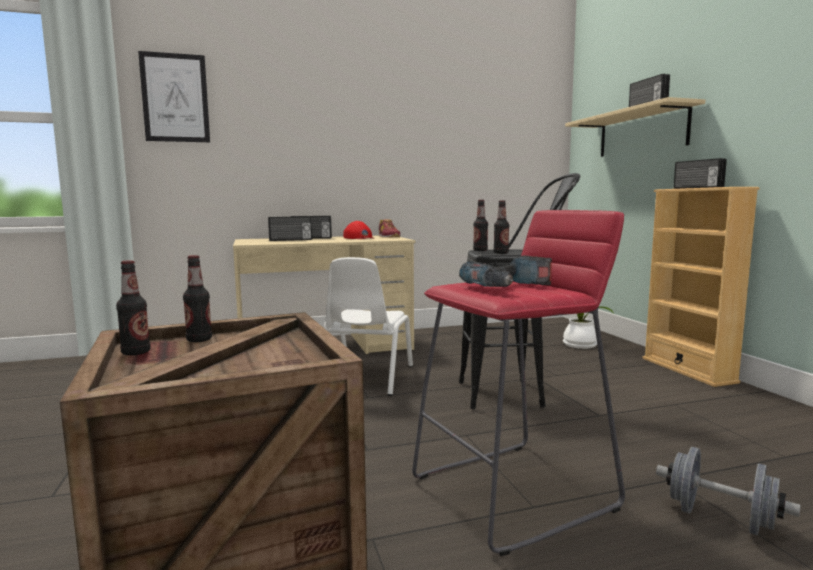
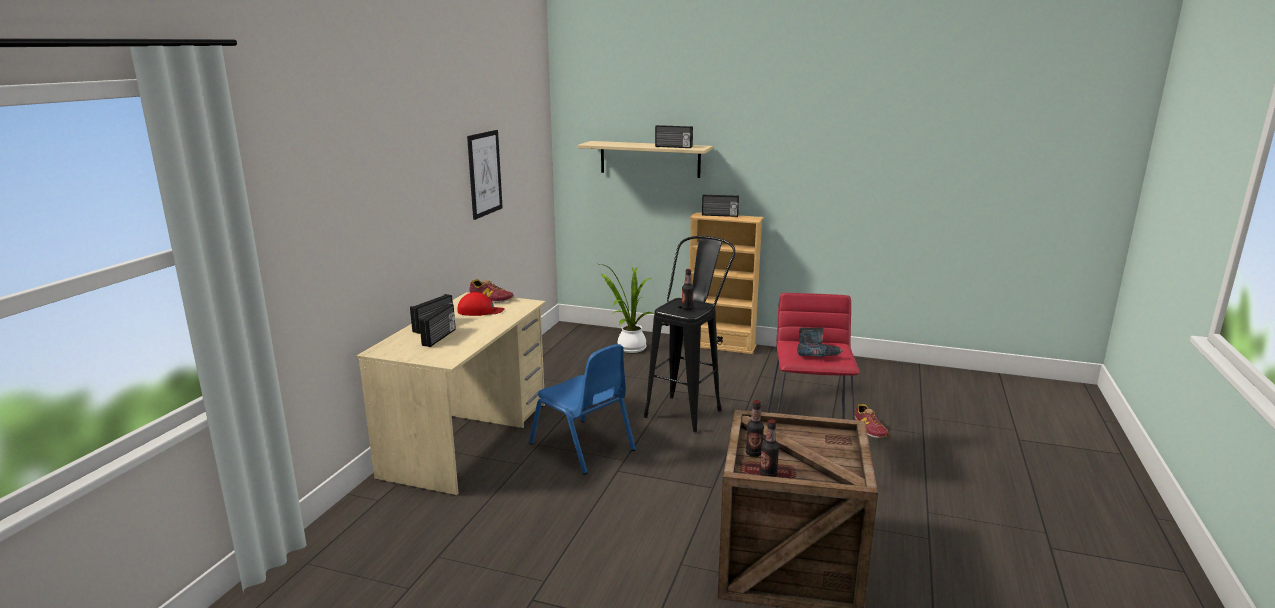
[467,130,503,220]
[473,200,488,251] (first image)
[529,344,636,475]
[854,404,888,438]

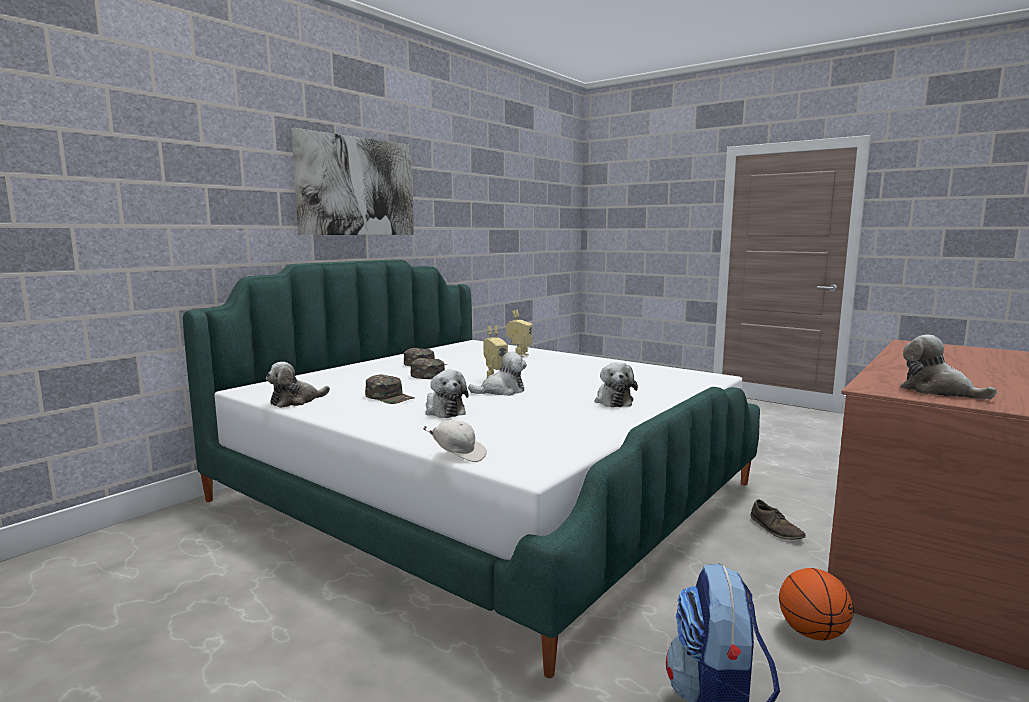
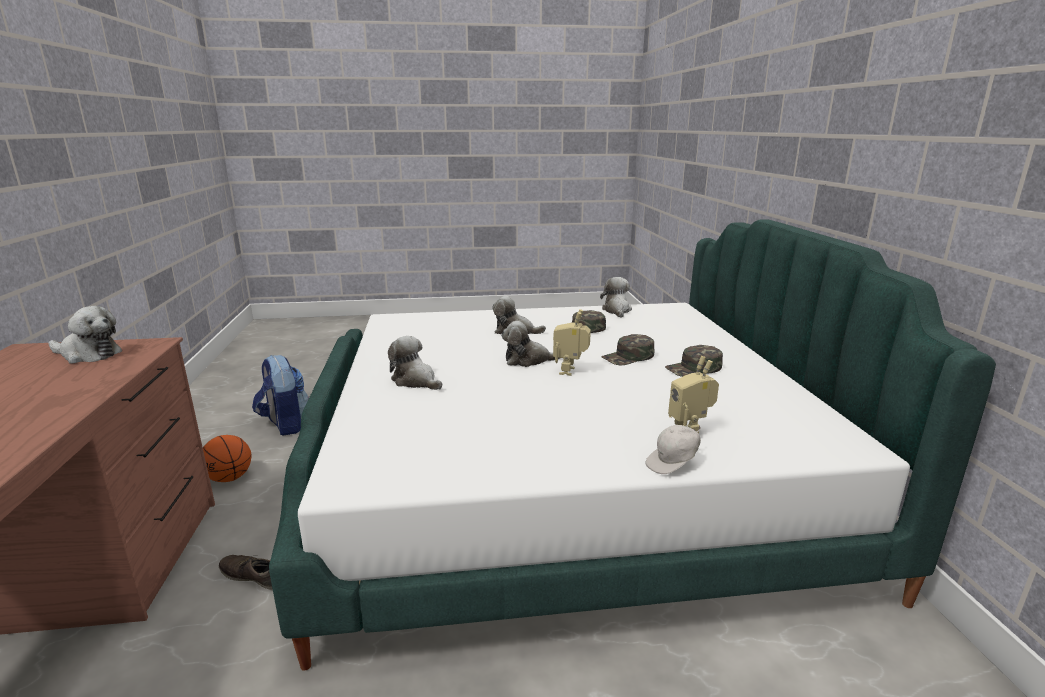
[291,128,414,235] (first image)
[501,321,559,367]
[645,425,701,474]

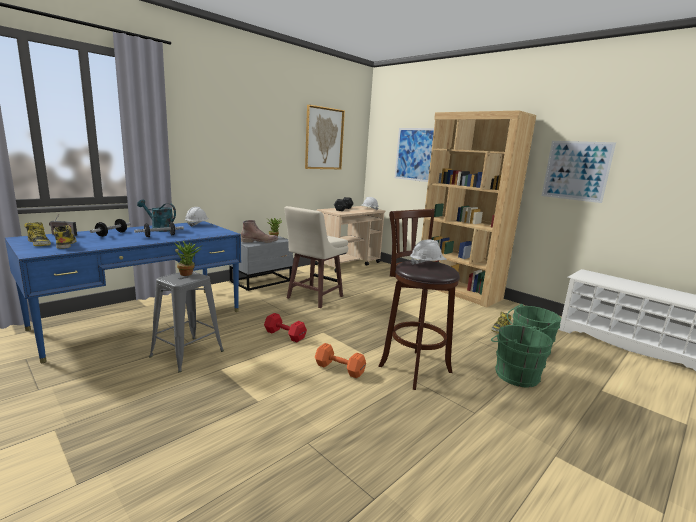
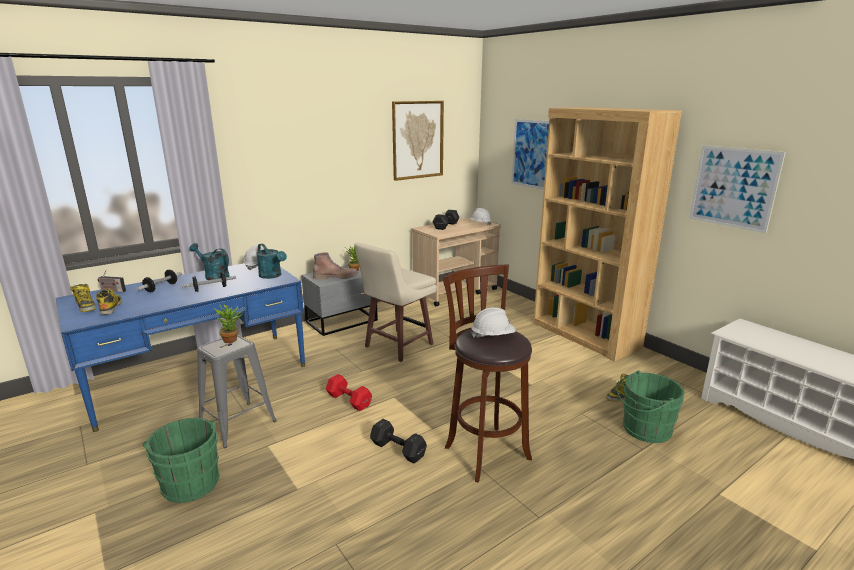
[143,418,220,503]
[370,419,427,463]
[256,244,287,279]

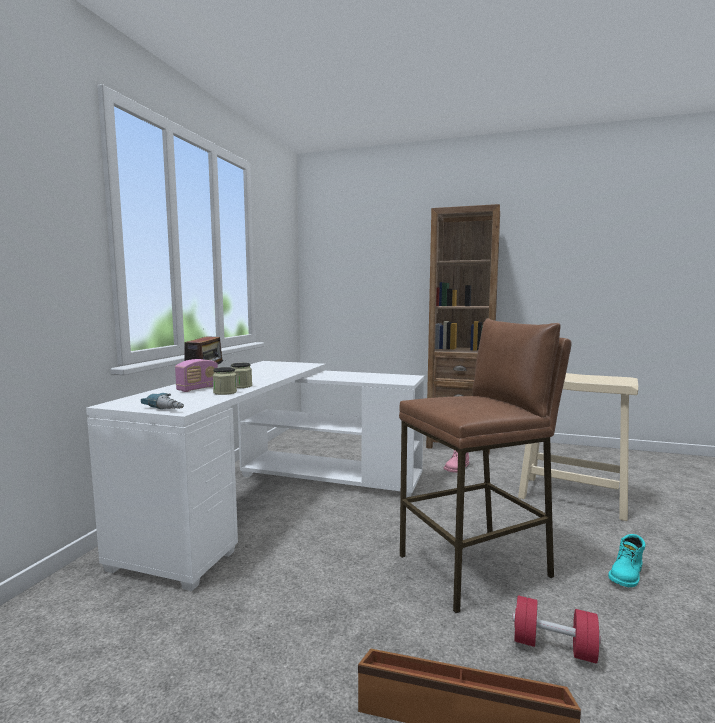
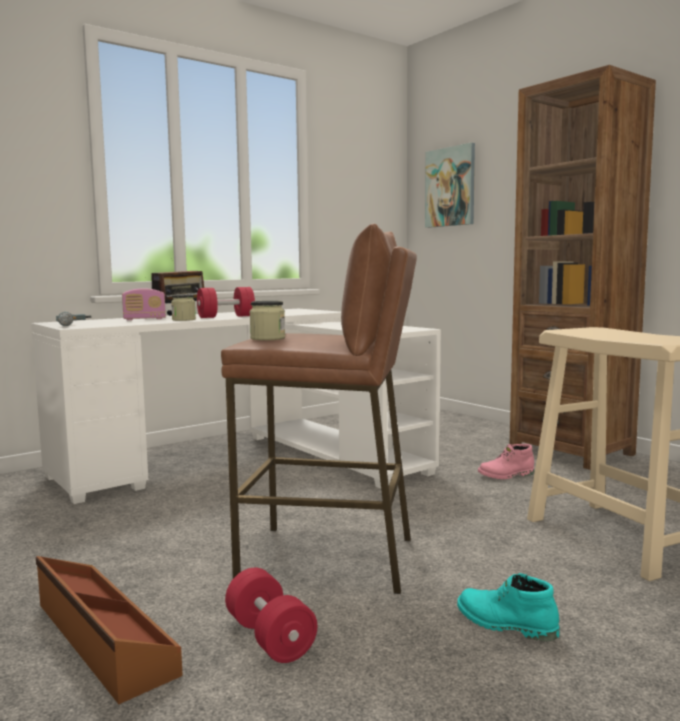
[249,301,285,340]
[457,573,559,641]
[425,143,475,228]
[197,287,255,318]

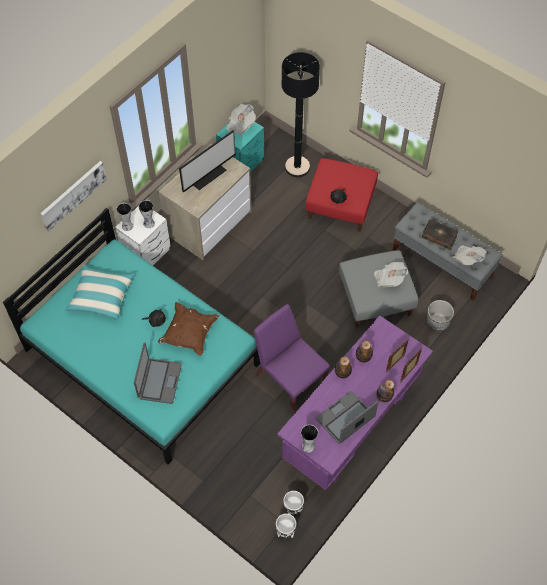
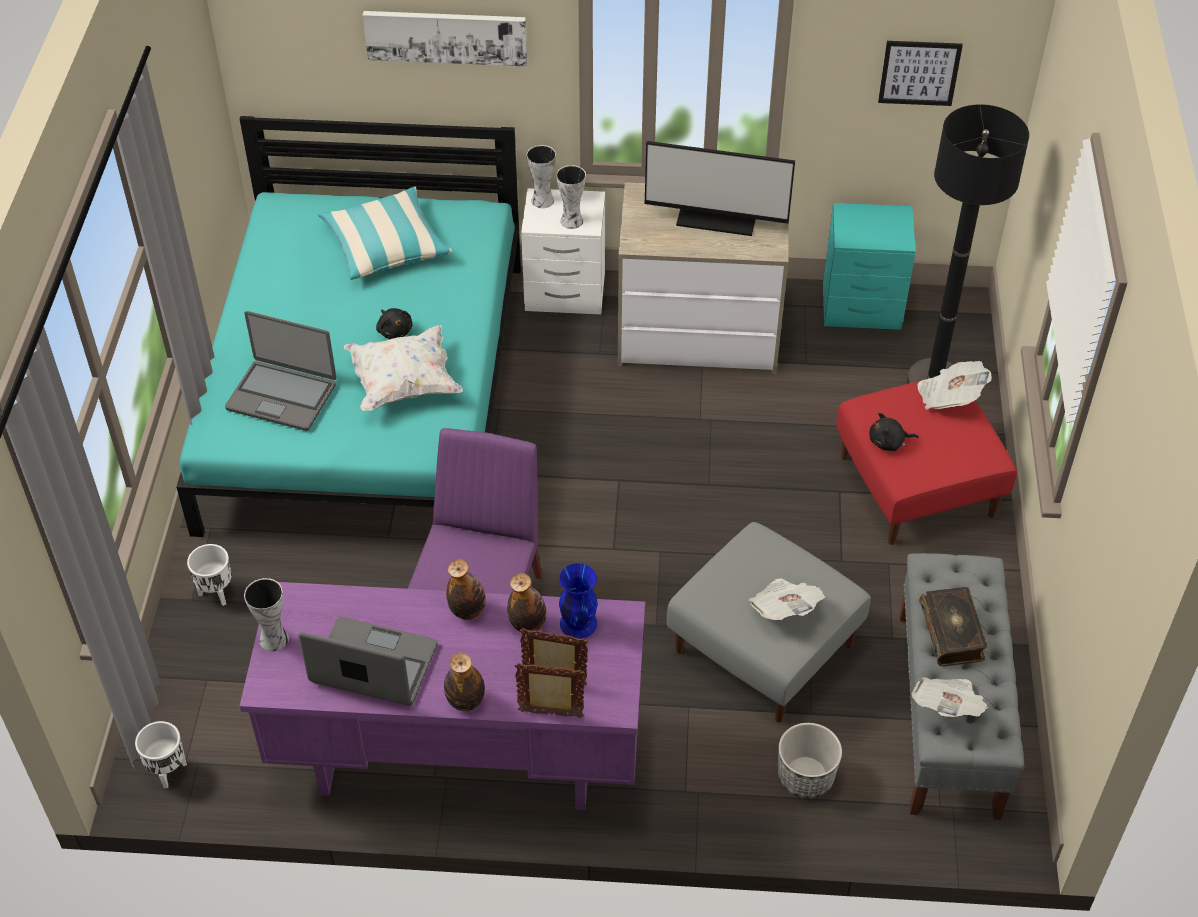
[917,361,992,409]
[344,325,463,411]
[225,311,336,431]
[187,544,232,606]
[878,41,963,106]
[559,563,598,639]

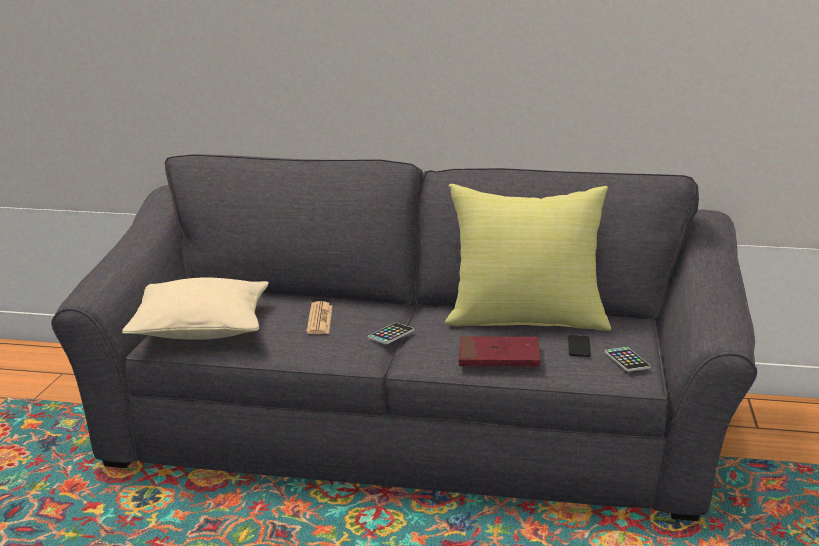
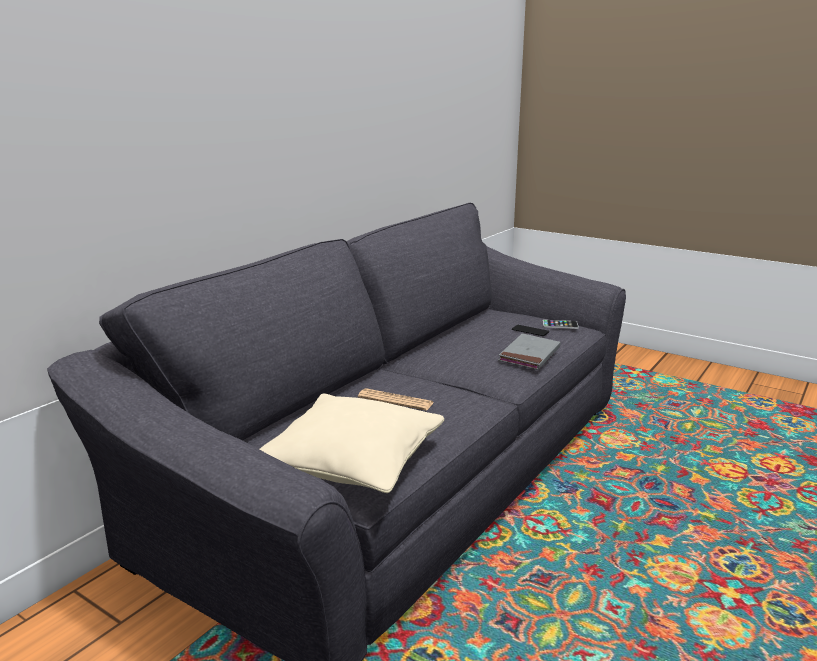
[445,184,611,331] (first image)
[368,323,414,344] (first image)
[498,333,560,370]

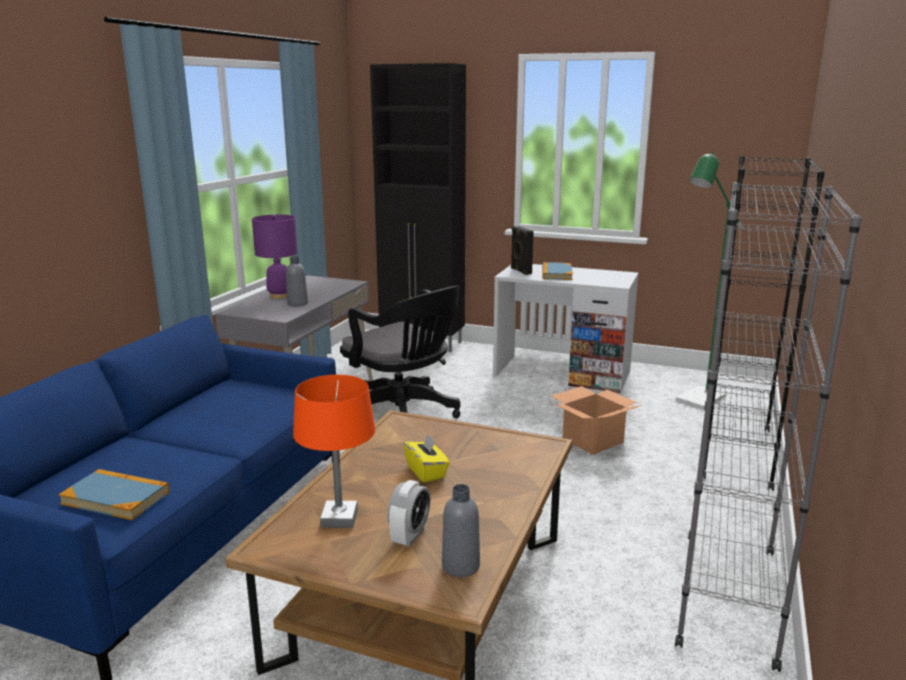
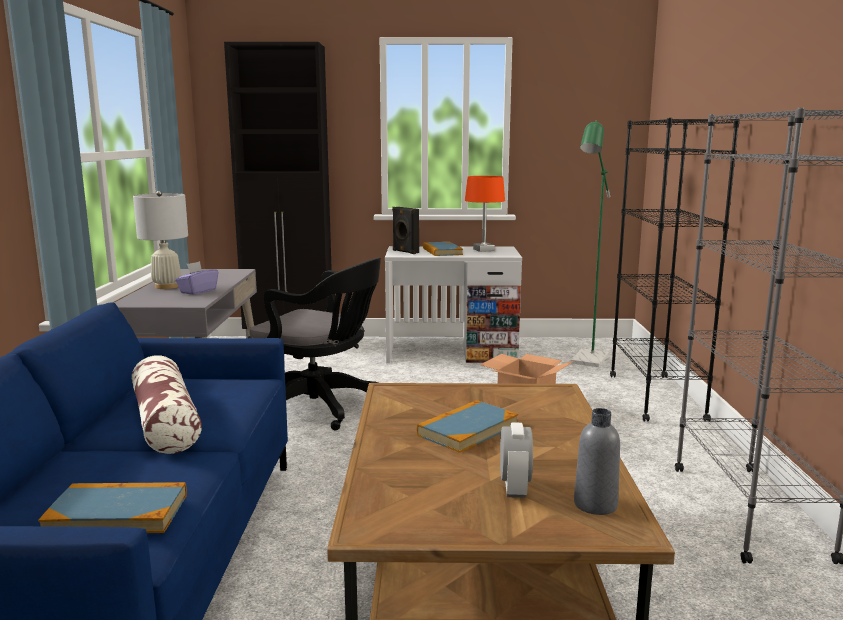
[133,191,188,289]
[175,261,219,295]
[465,176,505,252]
[417,400,518,453]
[132,355,202,454]

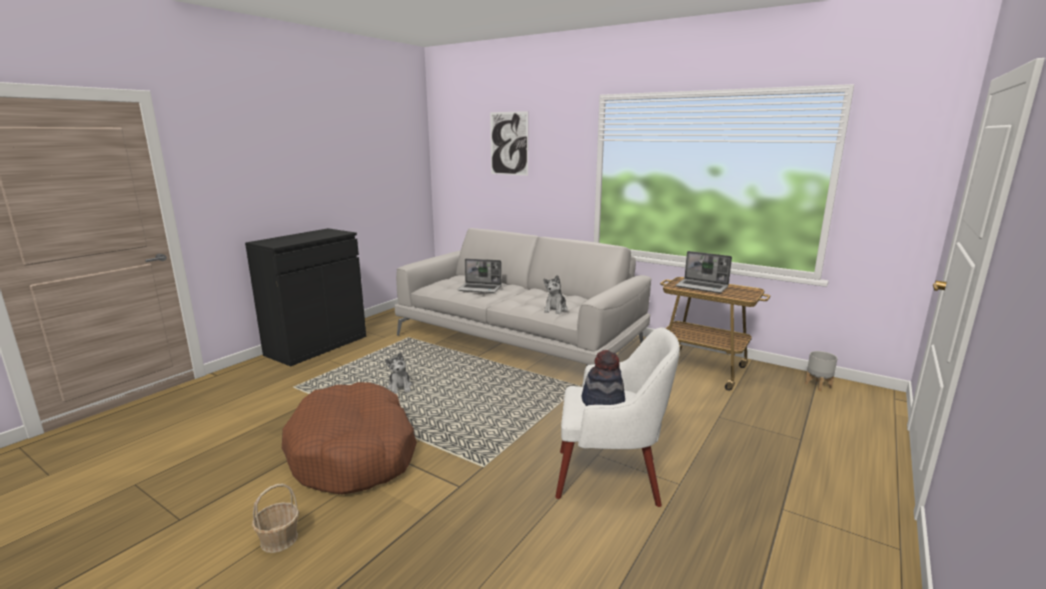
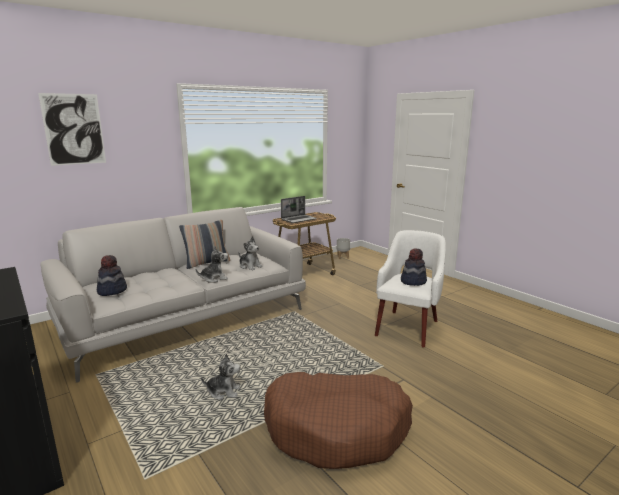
[457,259,502,293] (first image)
[252,484,299,553] (first image)
[179,220,230,269]
[196,246,228,283]
[97,255,127,296]

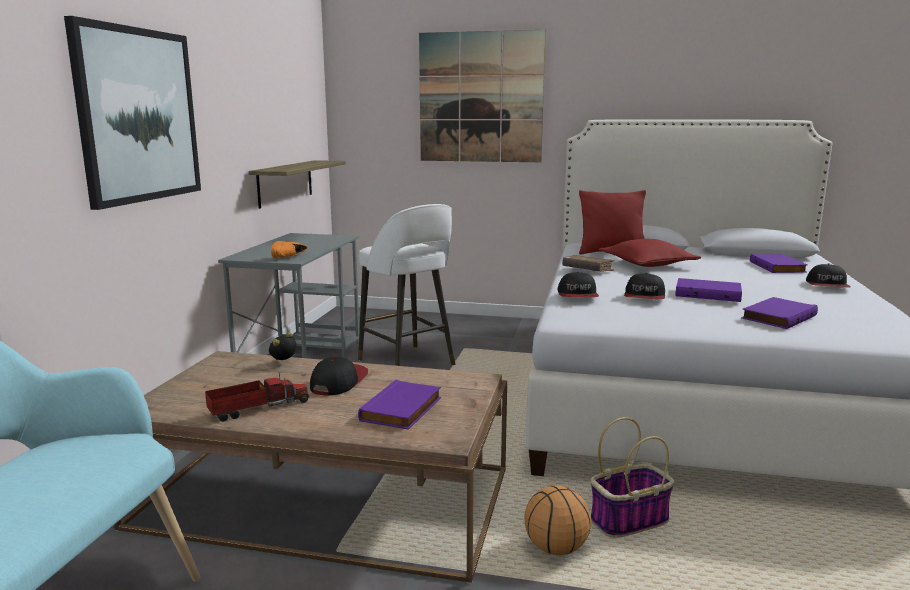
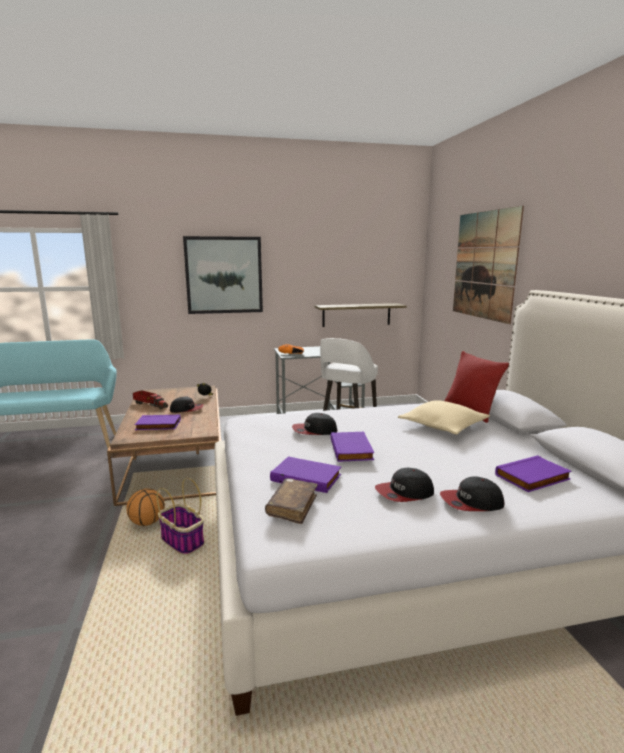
[398,400,490,435]
[265,478,318,524]
[375,468,434,502]

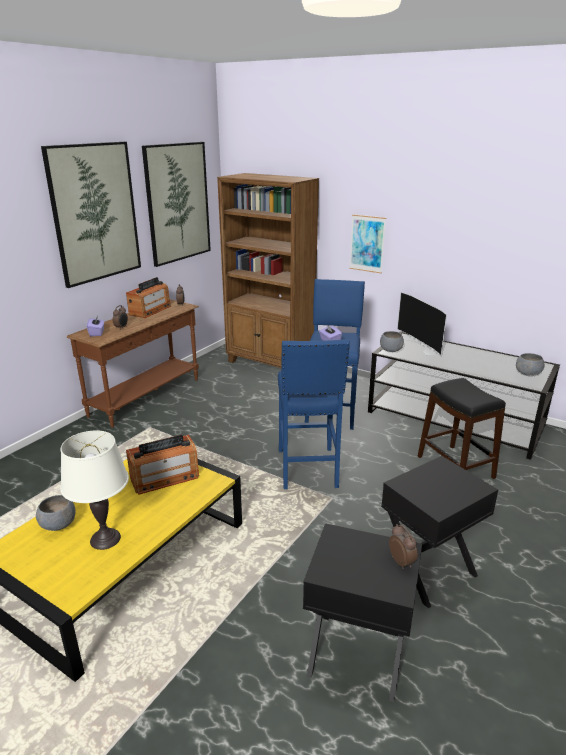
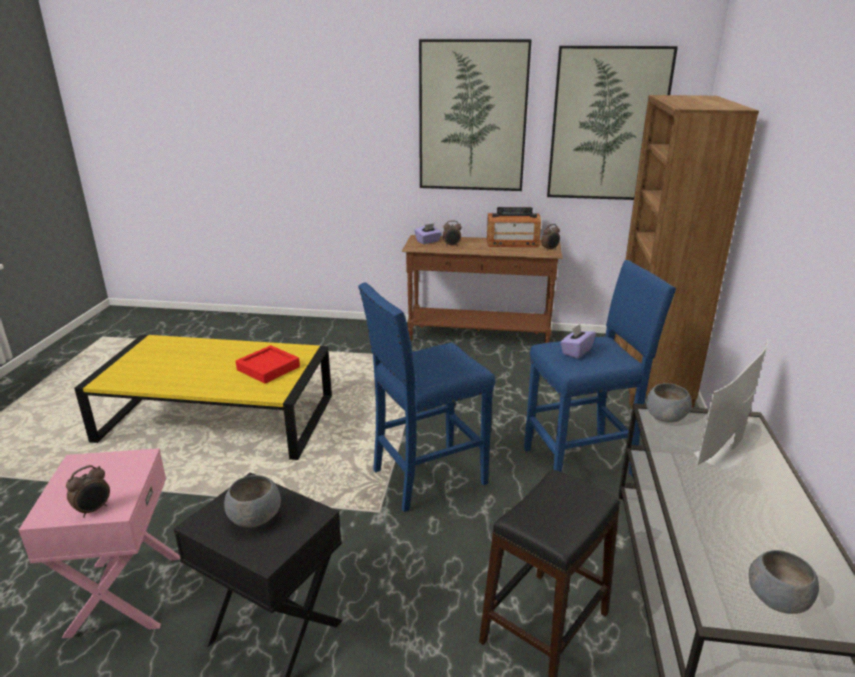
[349,214,386,273] (first image)
[60,430,129,550] (first image)
[236,345,300,384]
[224,475,281,528]
[19,448,180,638]

